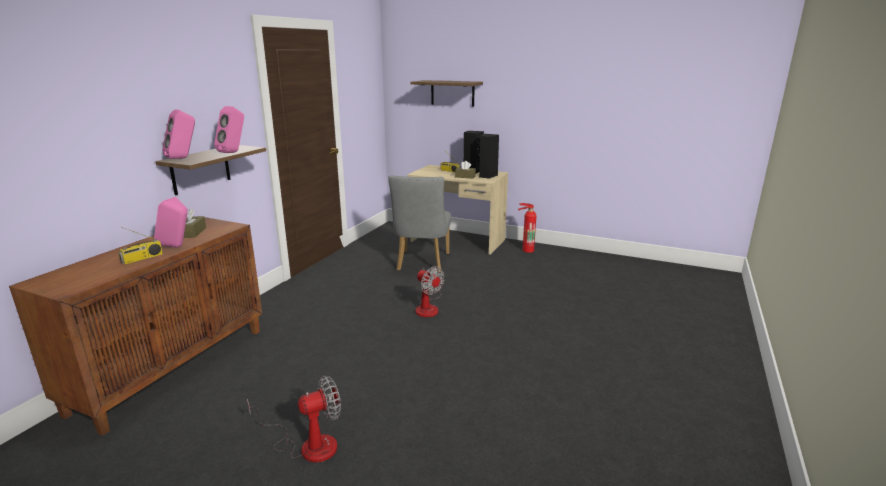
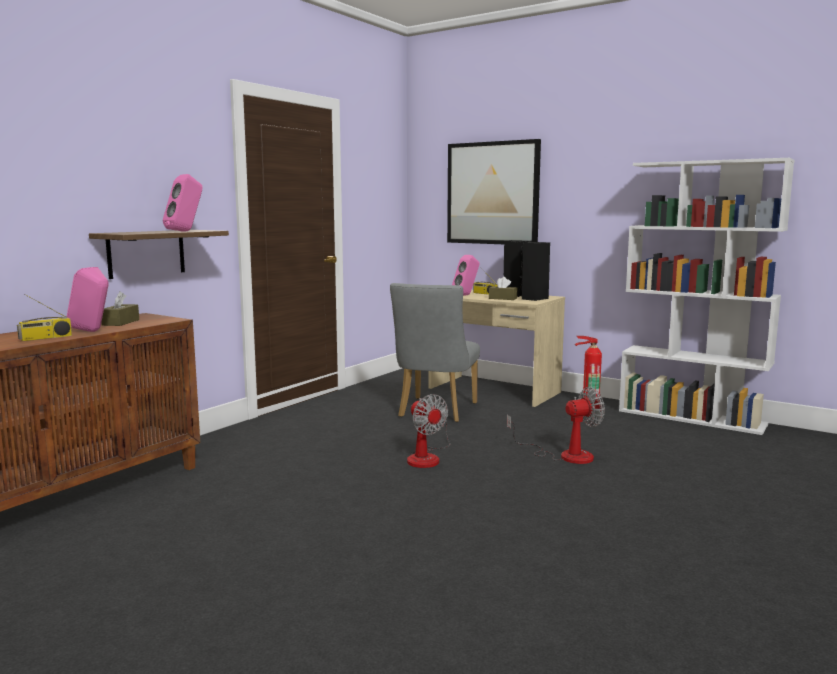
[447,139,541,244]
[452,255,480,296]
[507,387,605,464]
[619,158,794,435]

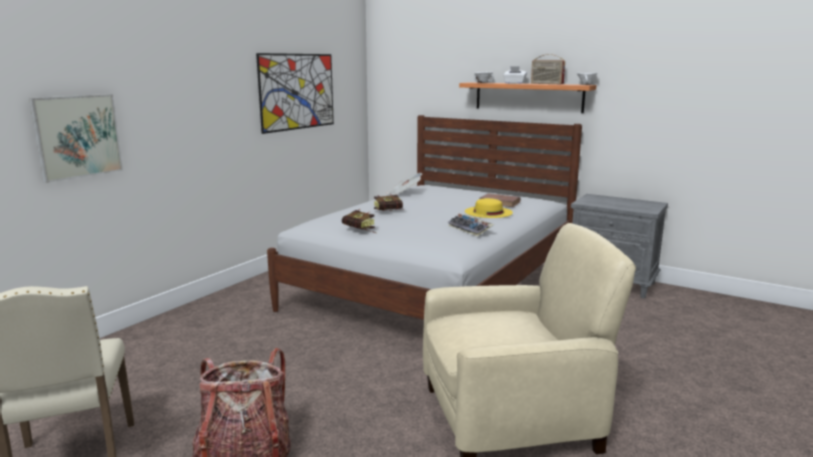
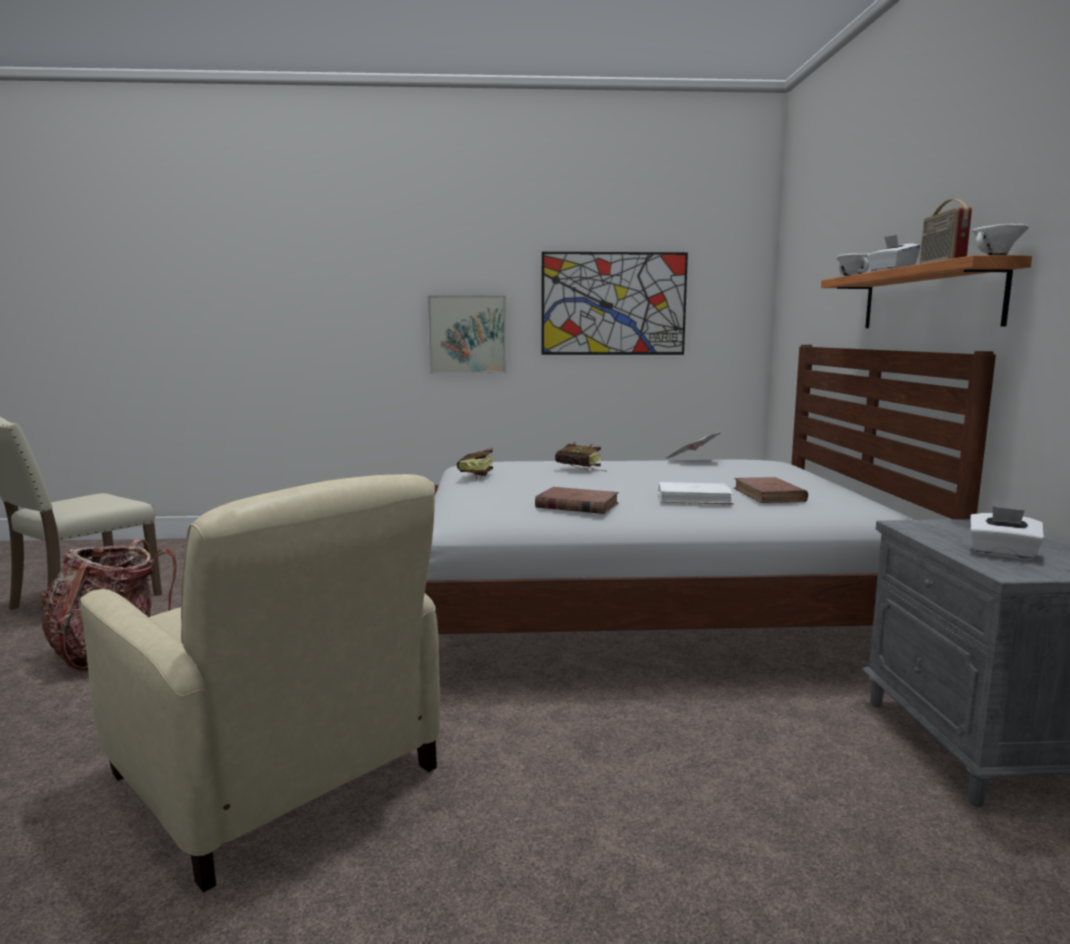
[428,295,506,374]
[659,482,734,504]
[535,487,619,514]
[970,506,1044,560]

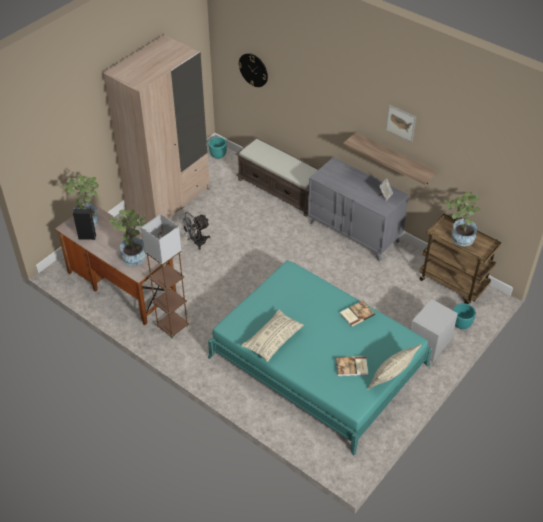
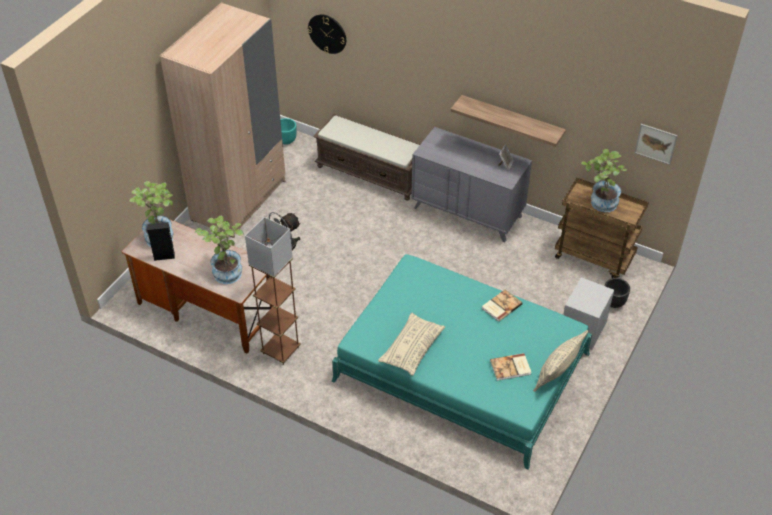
[635,124,678,165]
[605,278,630,308]

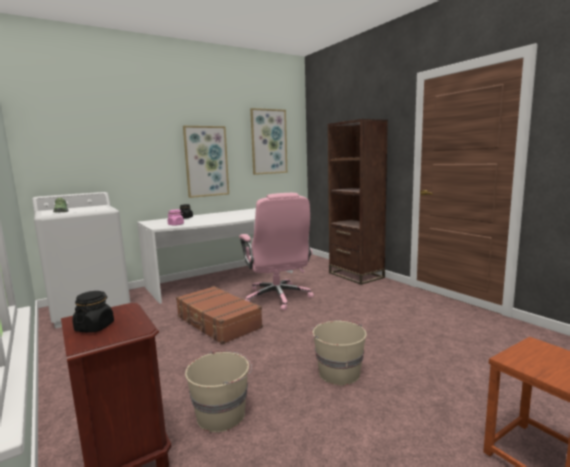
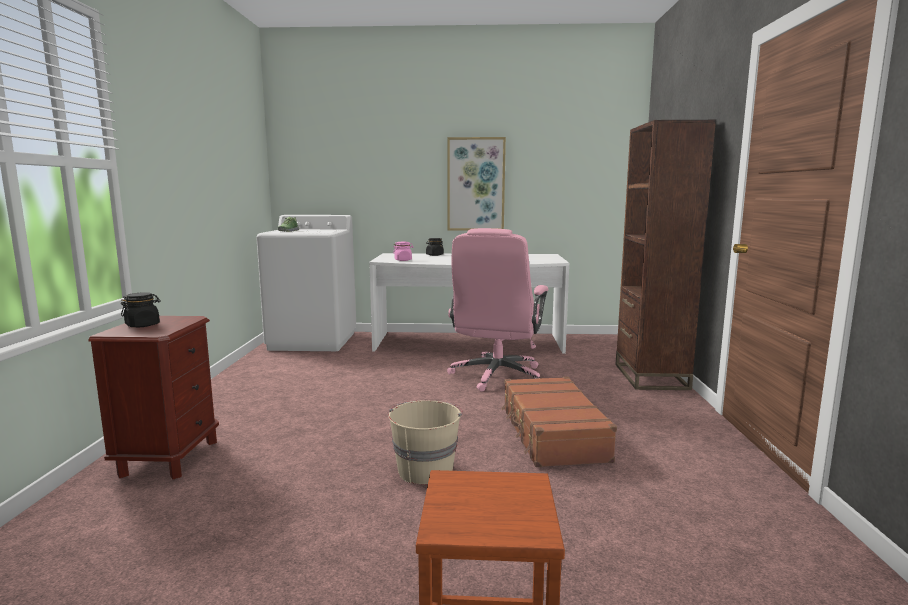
[250,108,287,175] (first image)
[501,376,617,467]
[185,351,252,432] (first image)

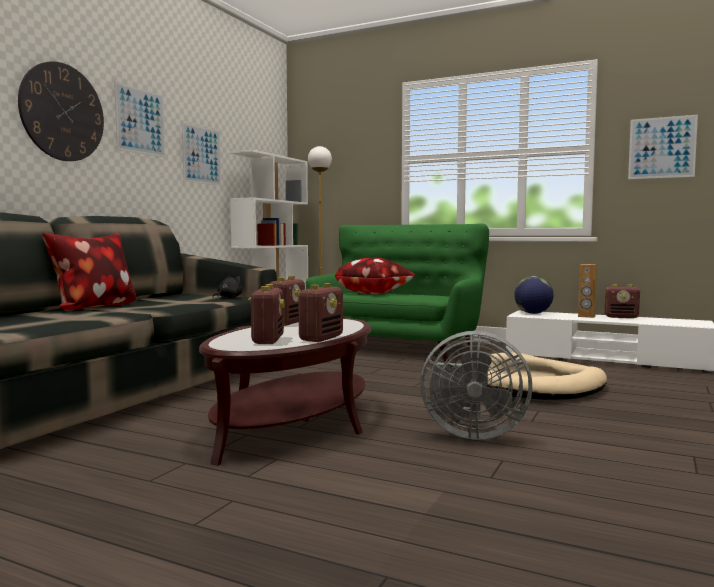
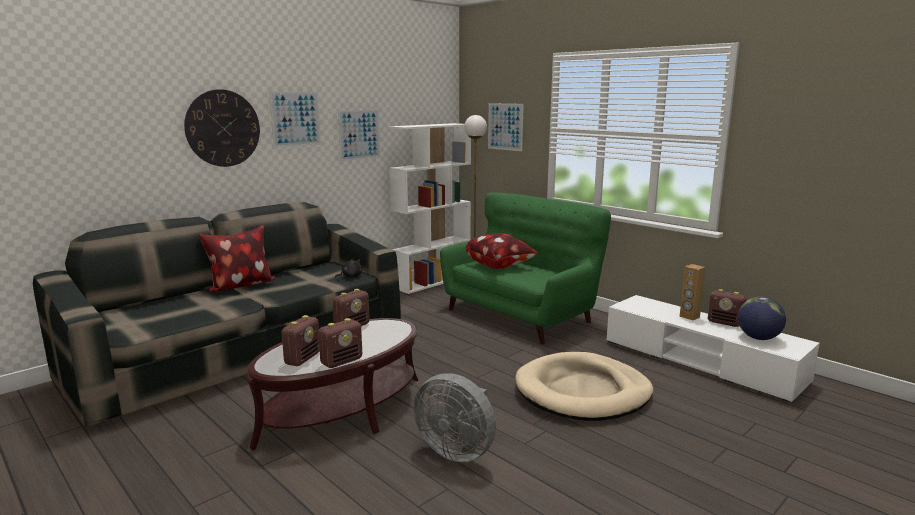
[488,103,524,151]
[738,297,786,340]

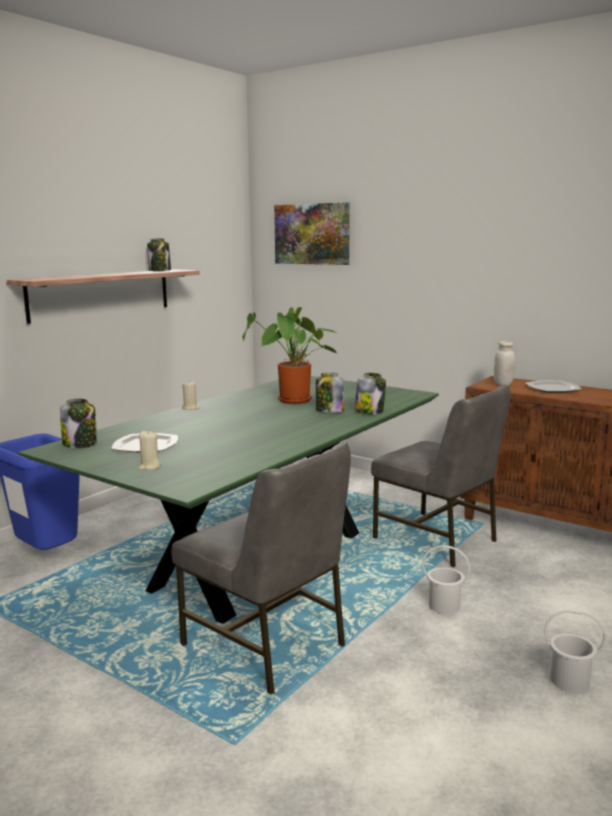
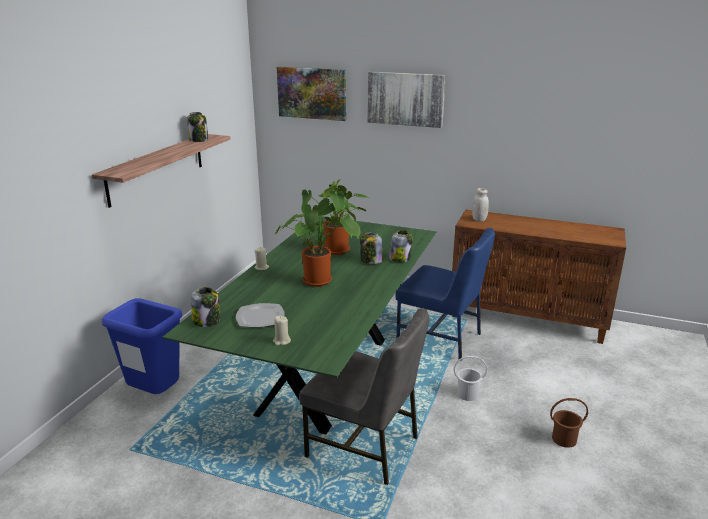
[526,381,582,393] (first image)
[395,228,495,361]
[550,398,588,448]
[367,72,446,128]
[275,204,361,287]

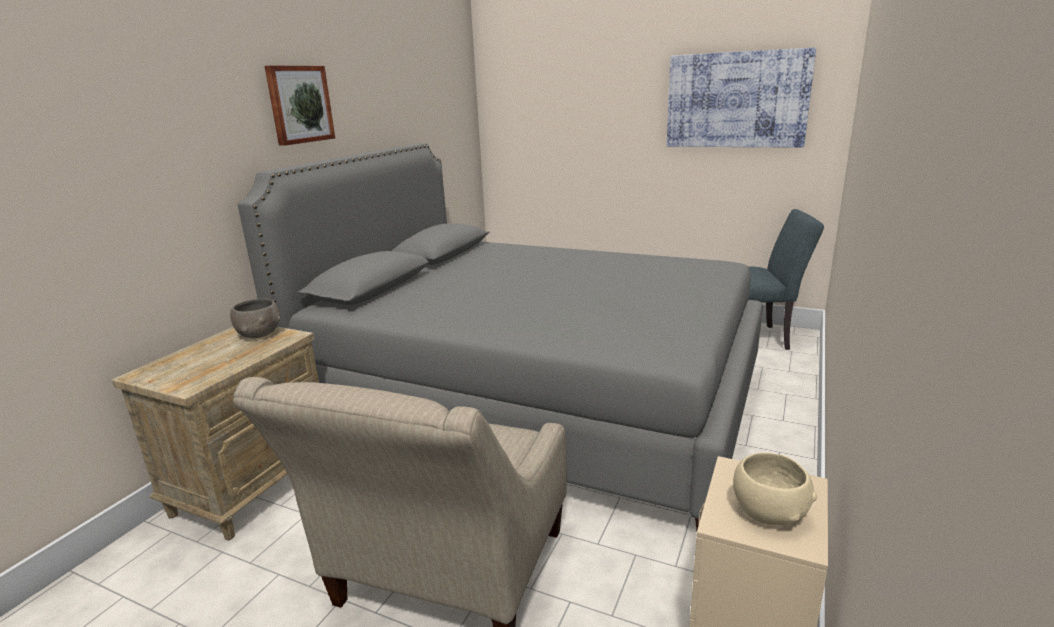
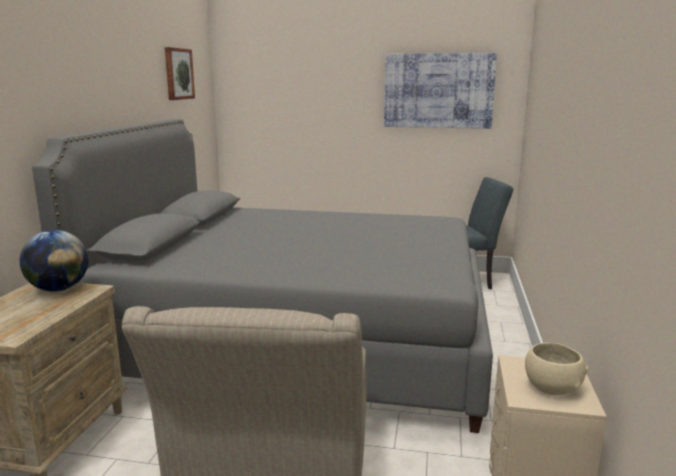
[165,47,195,100]
[20,230,89,292]

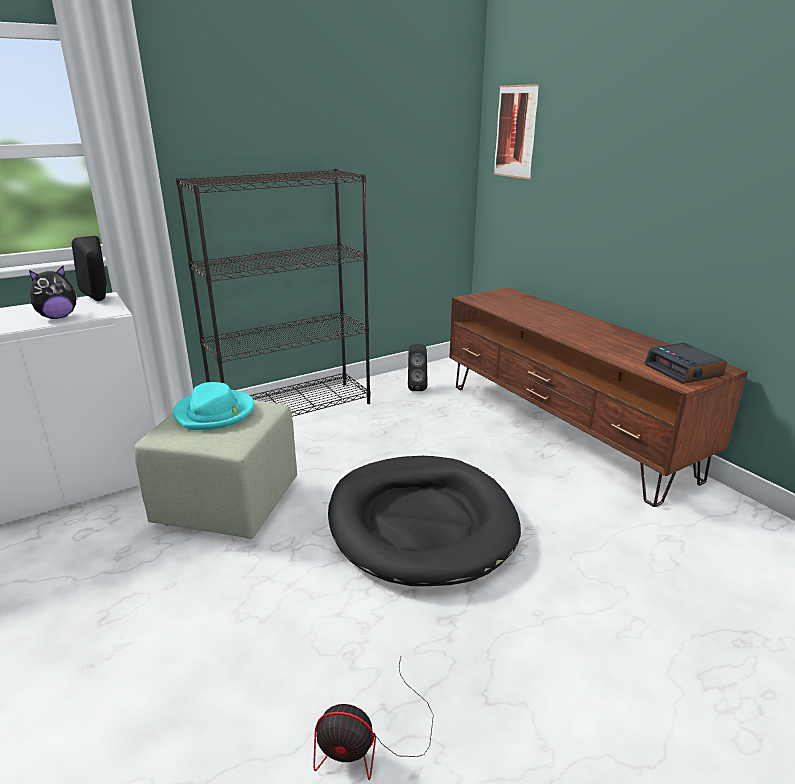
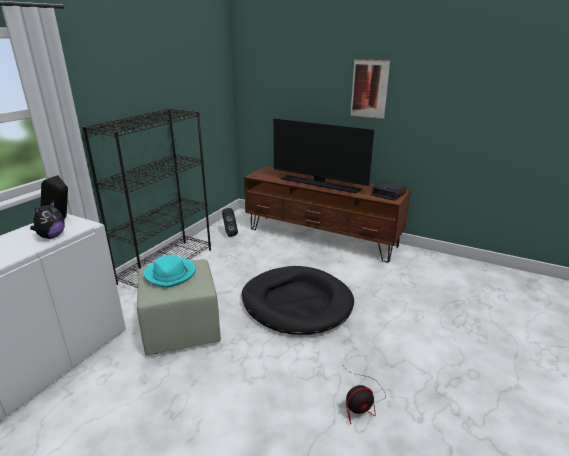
[350,59,390,119]
[273,119,374,193]

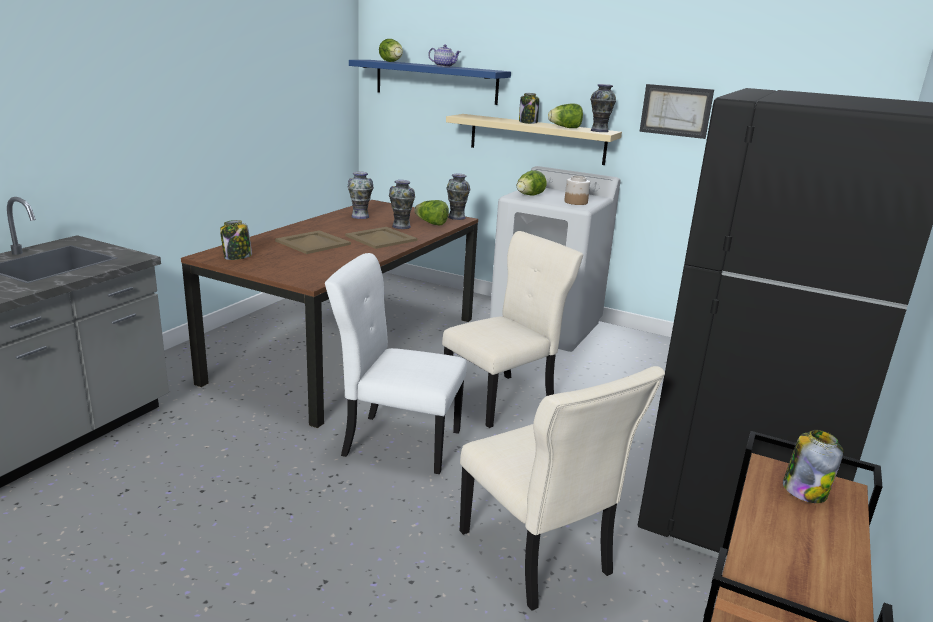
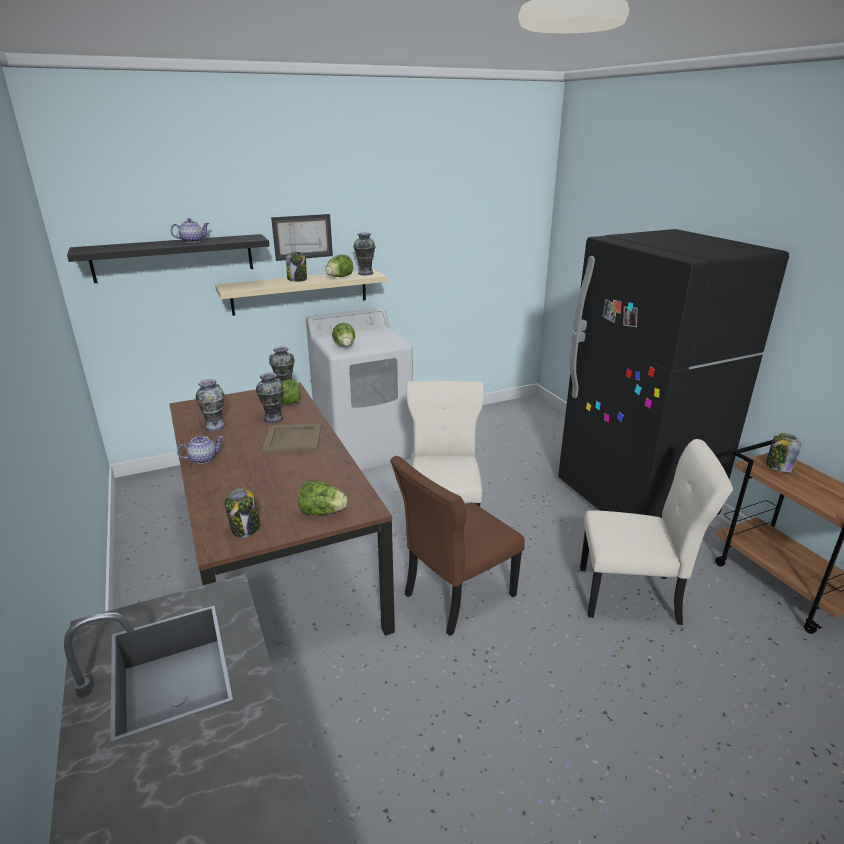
[298,480,348,515]
[67,234,269,283]
[271,214,333,261]
[564,176,590,205] (first image)
[275,230,351,254] (first image)
[390,456,525,636]
[177,435,223,464]

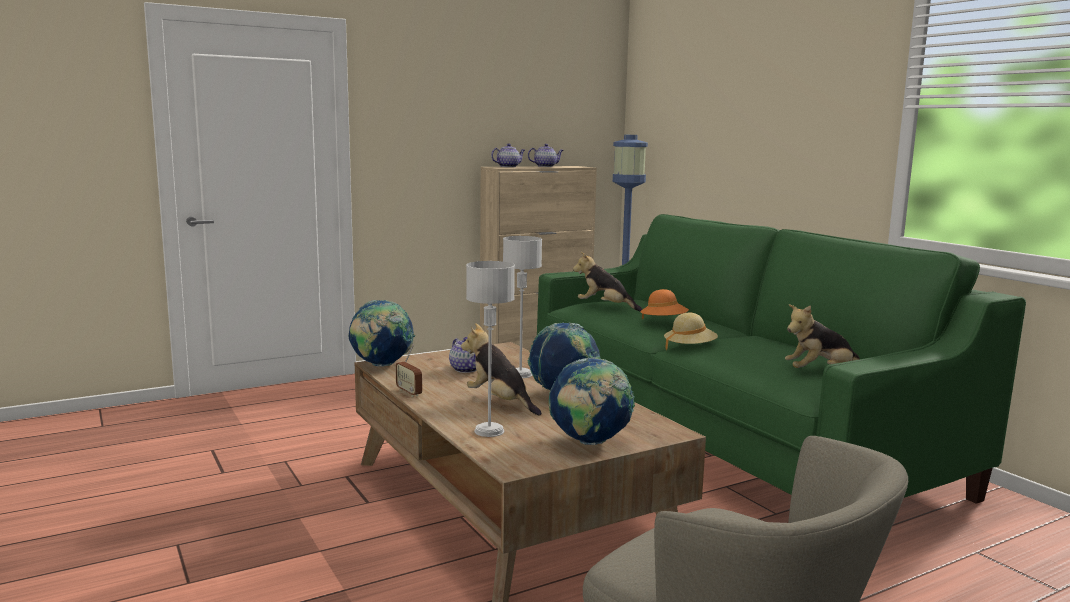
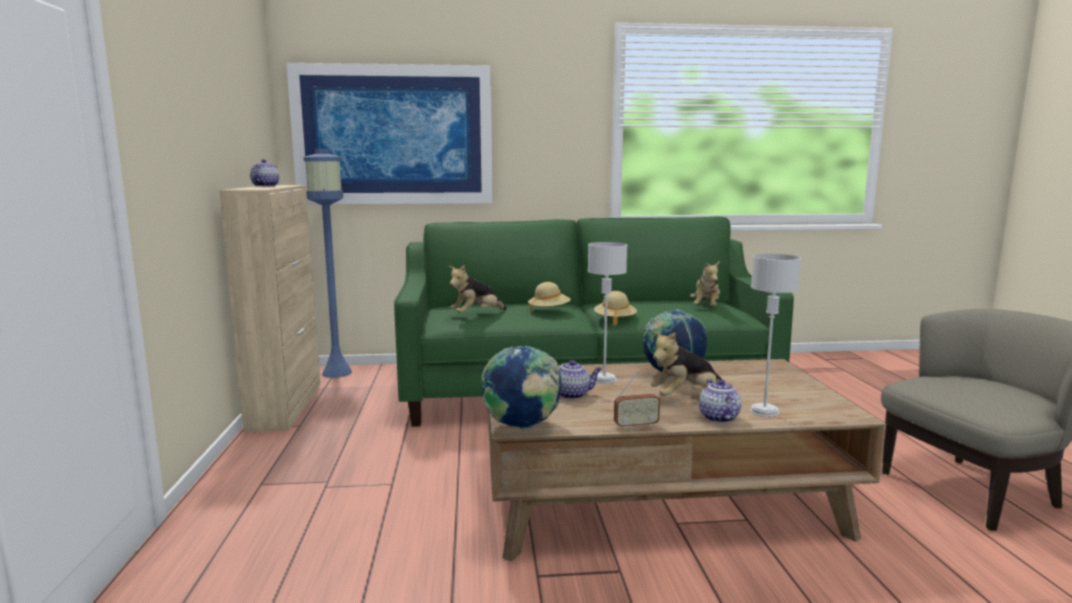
[699,379,742,423]
[528,282,571,313]
[549,357,635,445] (first image)
[286,63,493,204]

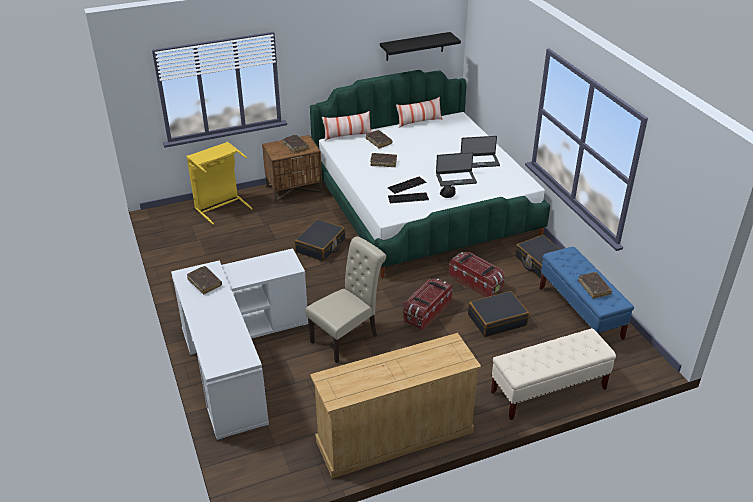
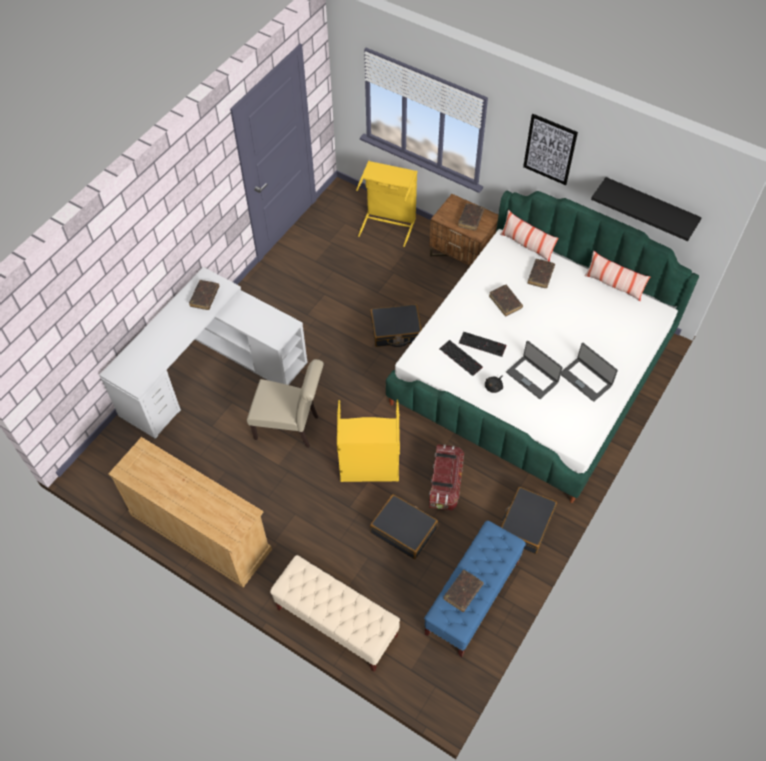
[337,400,400,482]
[523,114,578,185]

